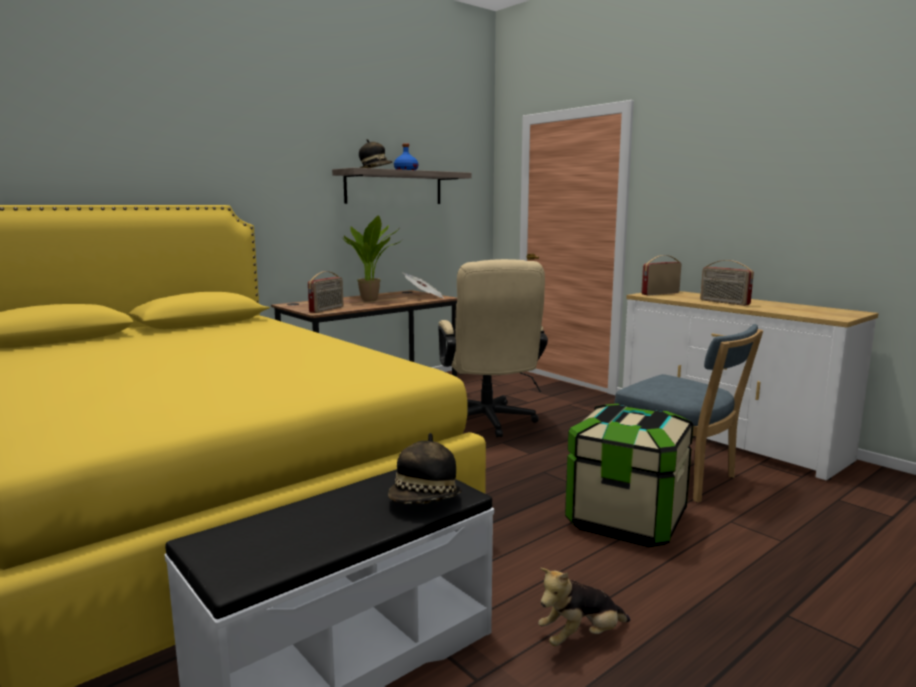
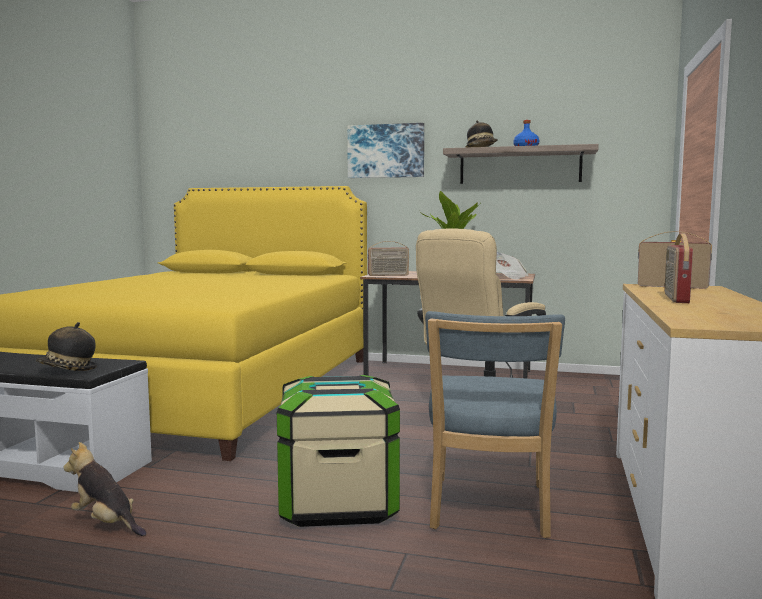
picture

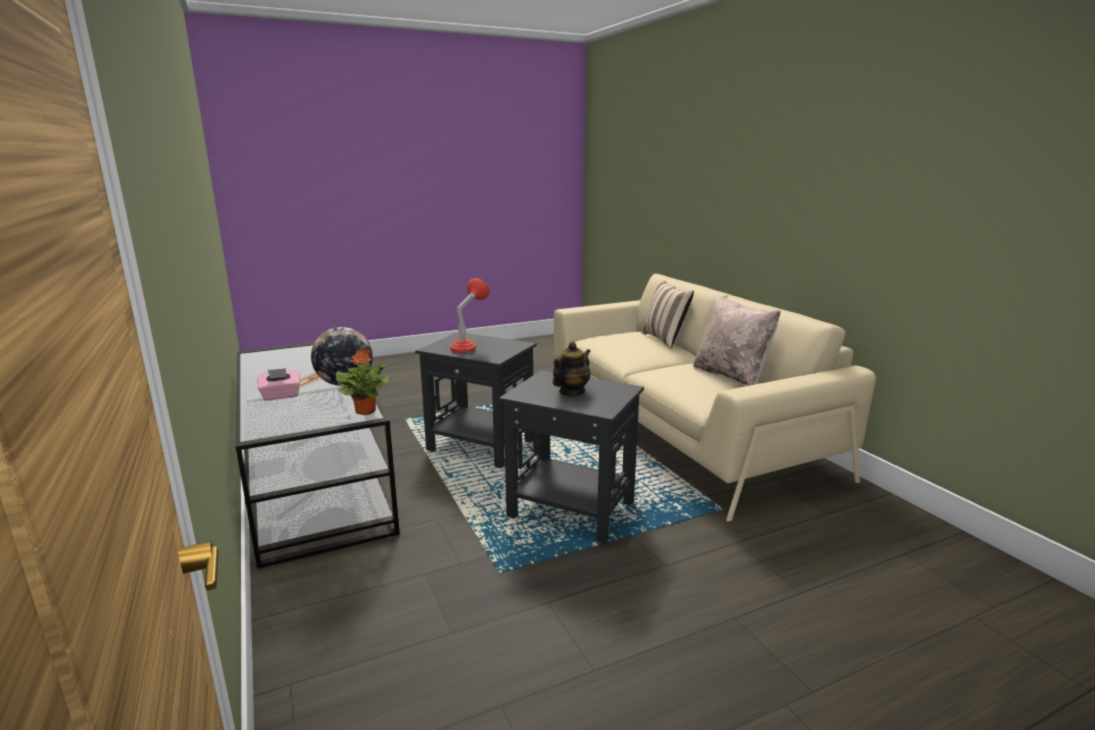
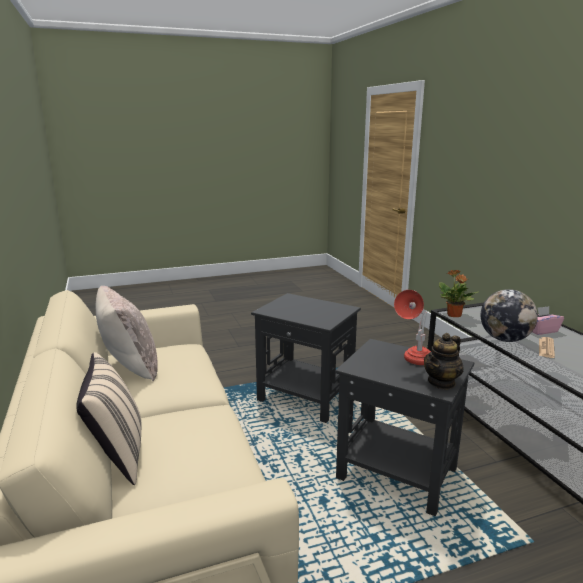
pot_for_tea

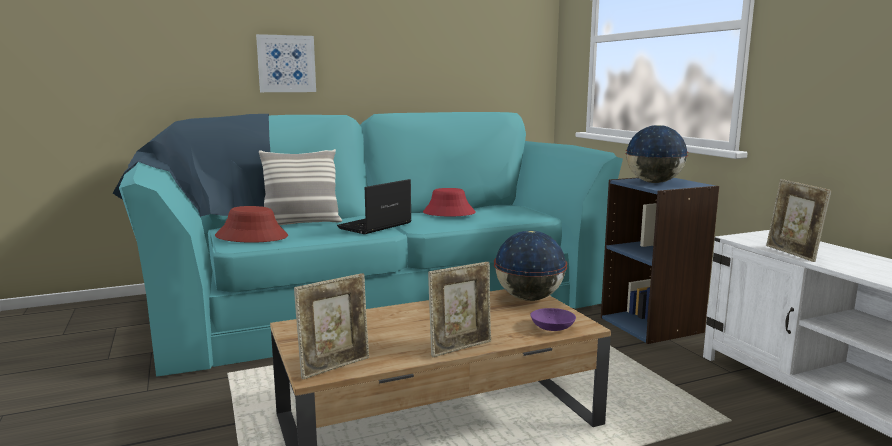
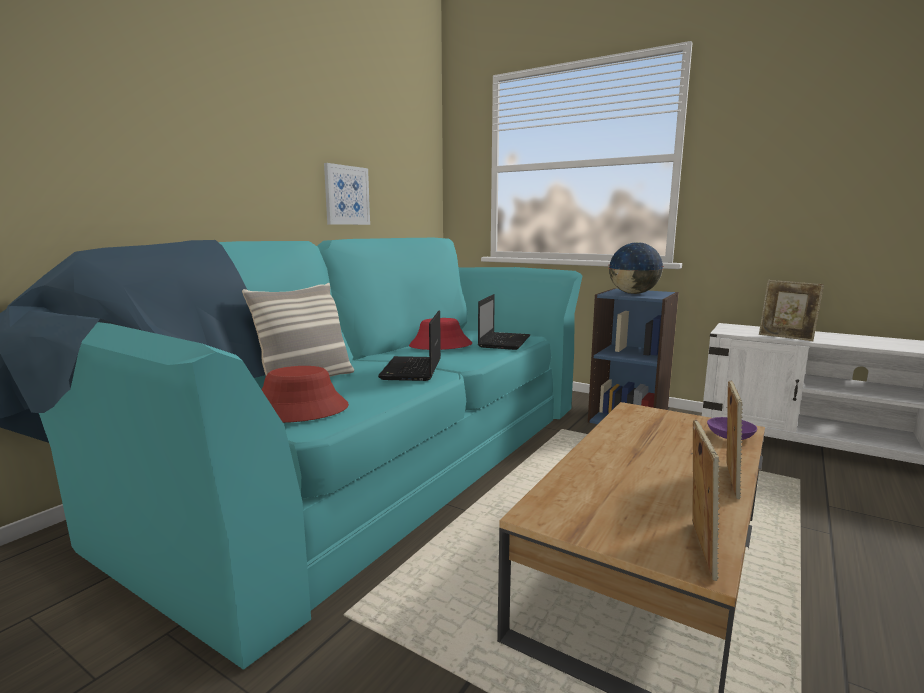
picture; globe (1st from left in the first image); laptop (2nd from left)

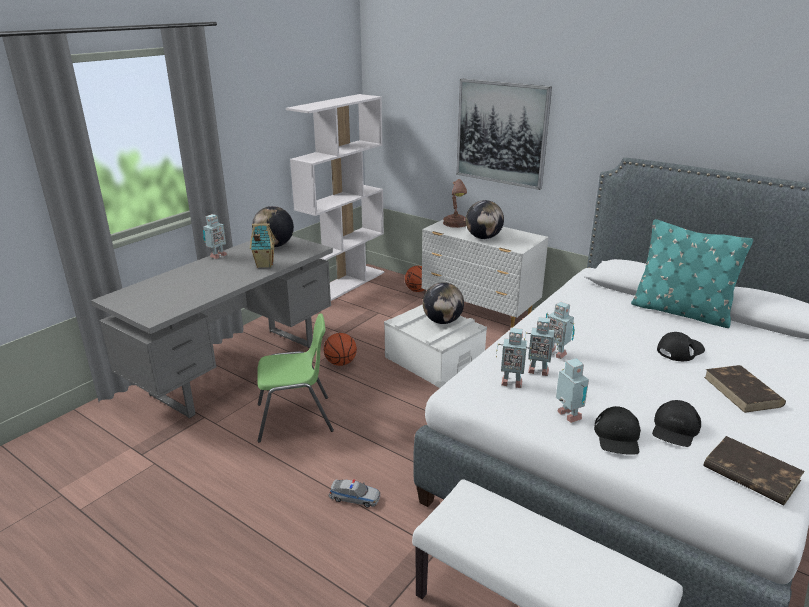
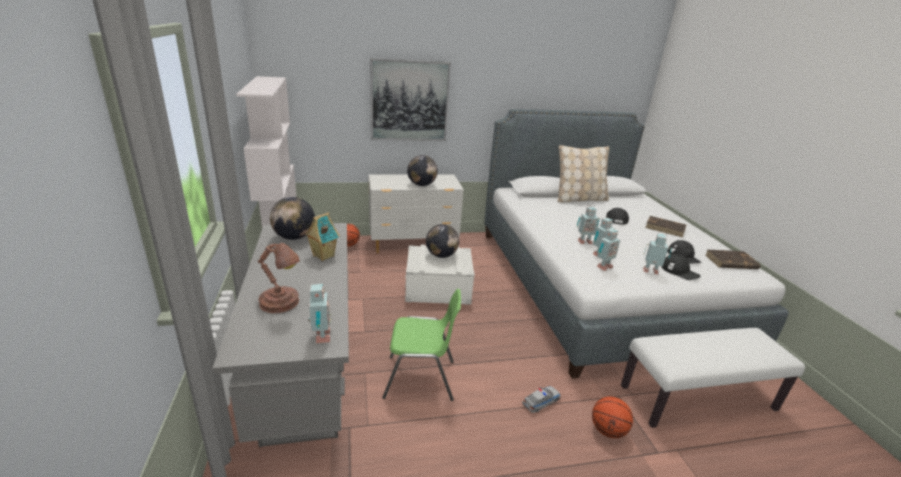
robot_figure (1st from left); greenish_upright_chair; basketball_ball (2nd from left); brown-coloured_lamp_for_a_table; beige_cushion

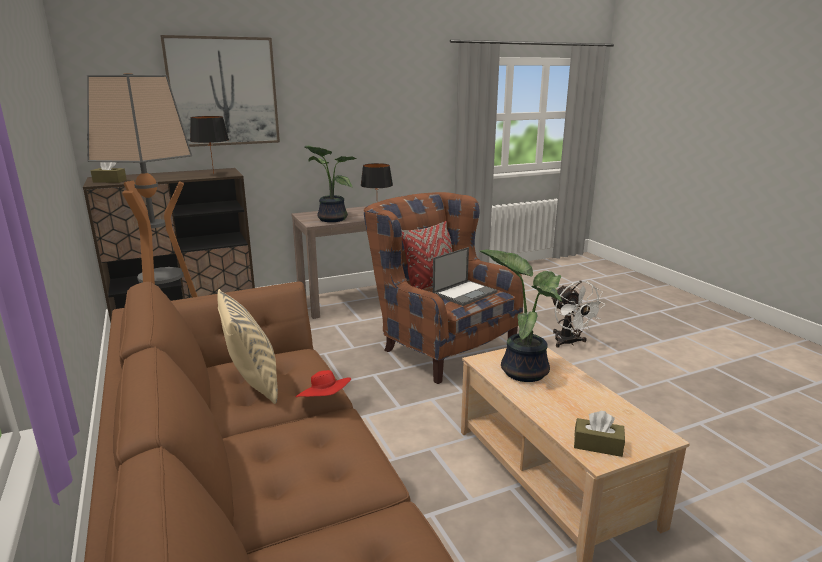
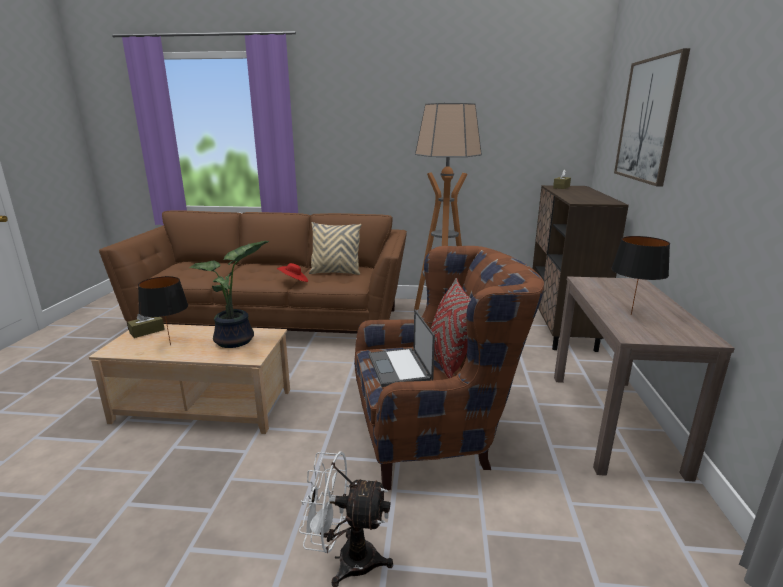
black-coloured_lamp_for_a_table (1st from left); plant_in_a_pot (1st from left in the first image)

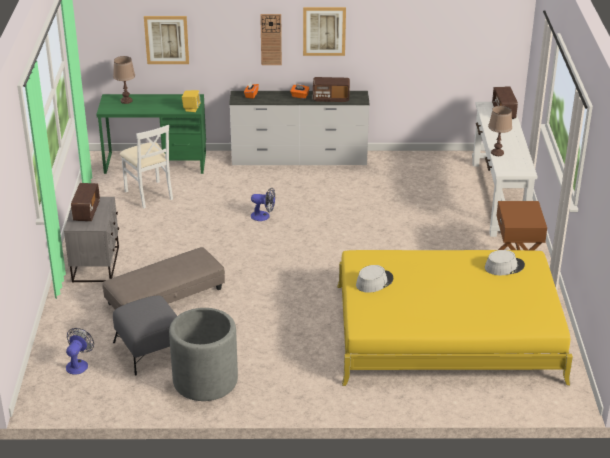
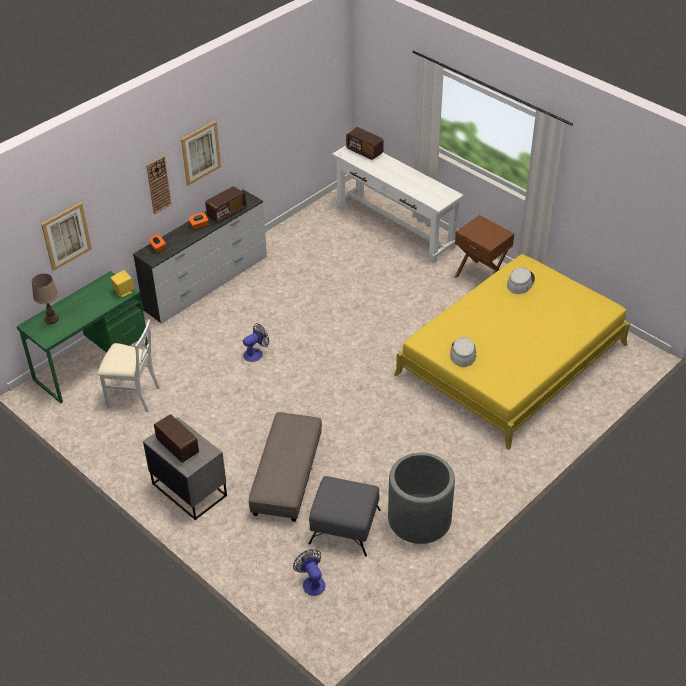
brown-coloured_lamp_for_a_table (2nd from left in the first image)

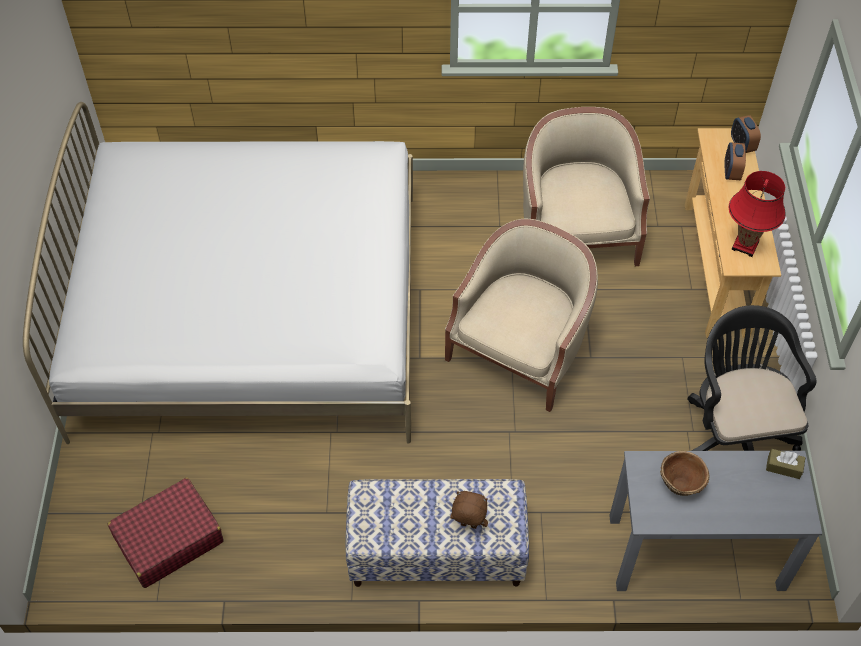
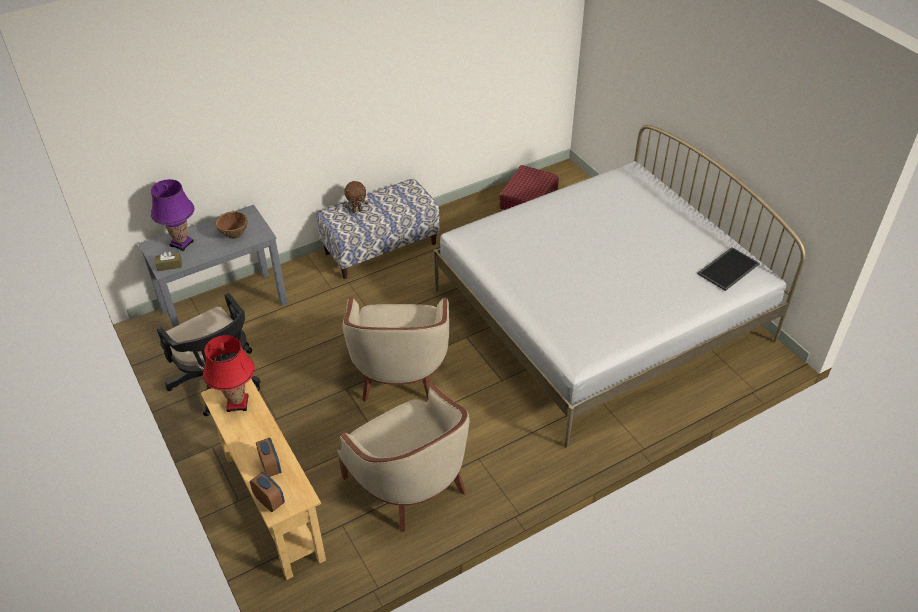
purplish_lamp_for_a_table; carrying_tray

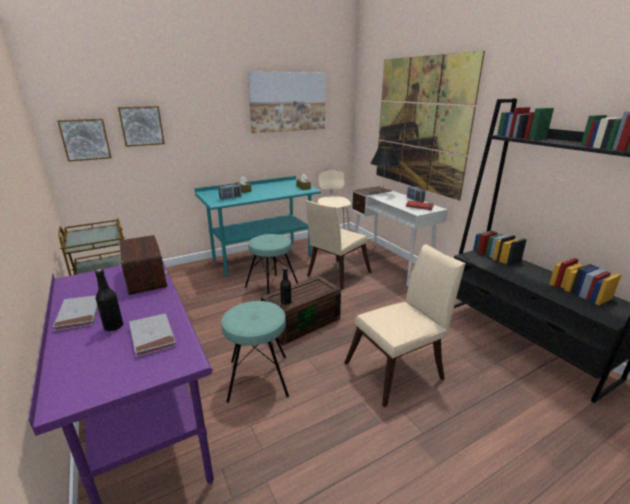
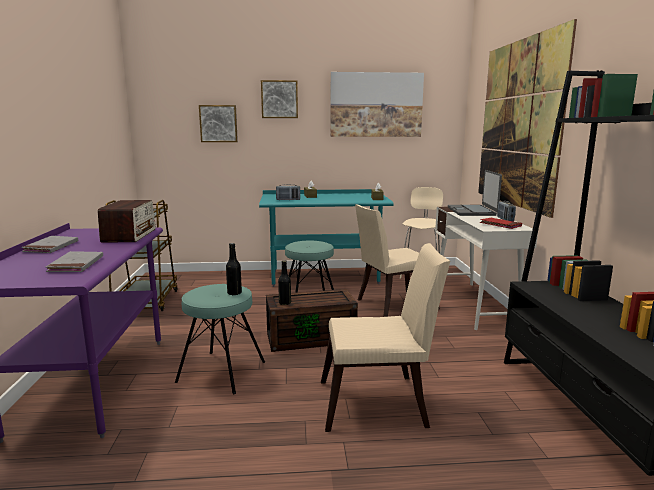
picture (2nd from left); black-coloured_drink_bottle (1st from left); laptop

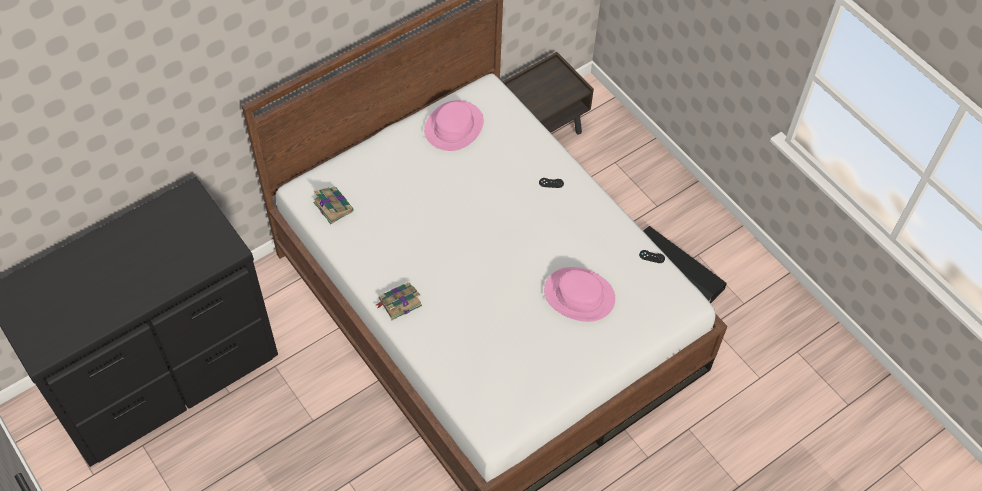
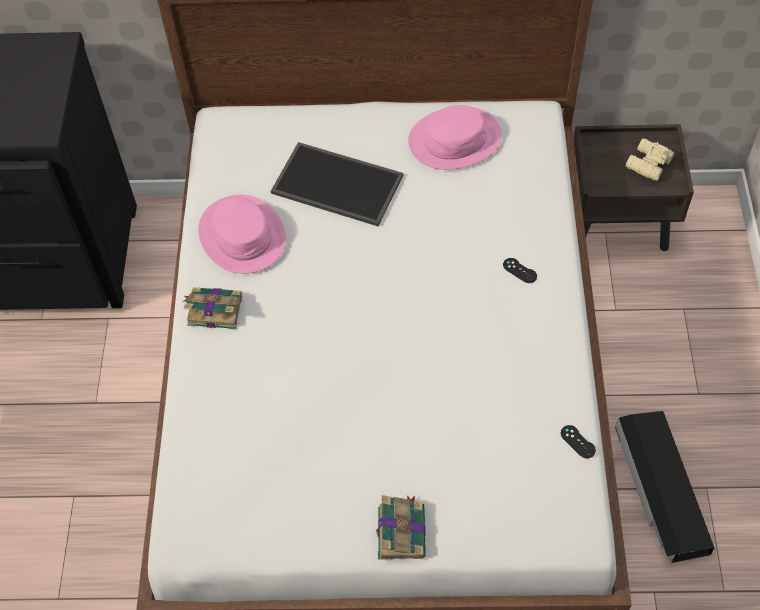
bound_book (2nd from left); pink-coloured_wearable_hat (1st from left); carrying_tray; beige_field_glasses

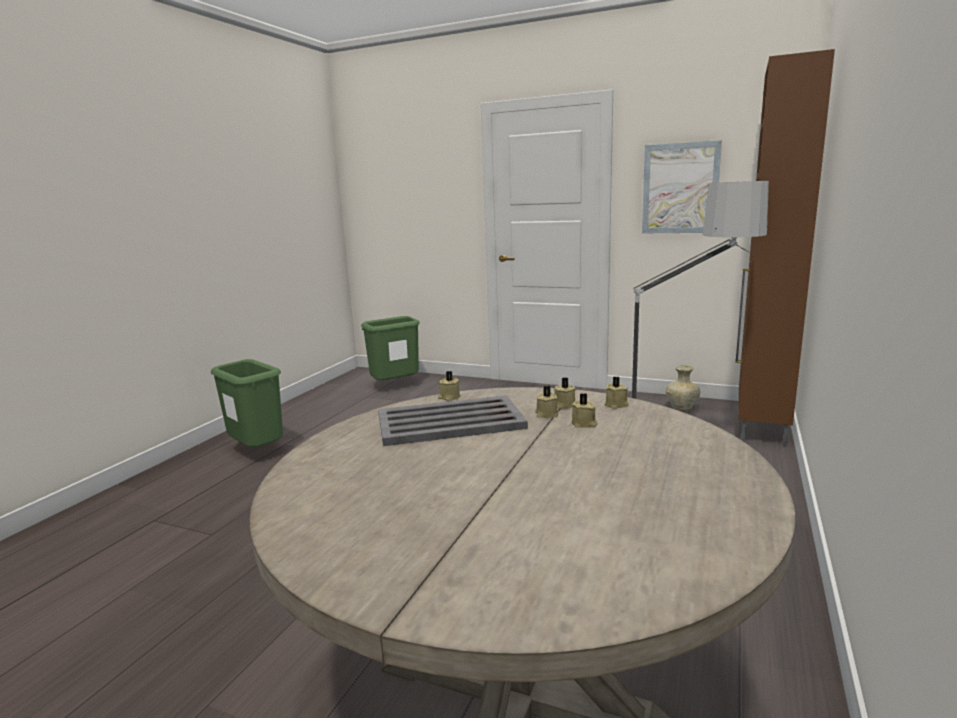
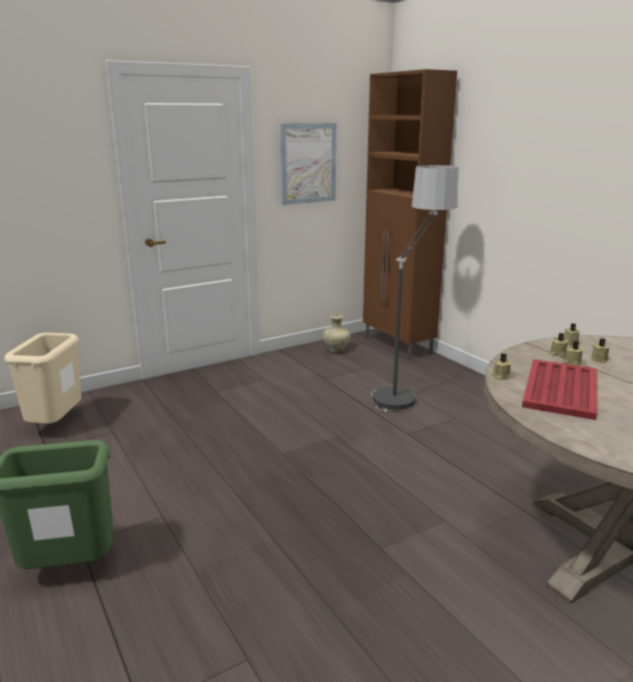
beige_waste_bin; reddish_carrying_tray

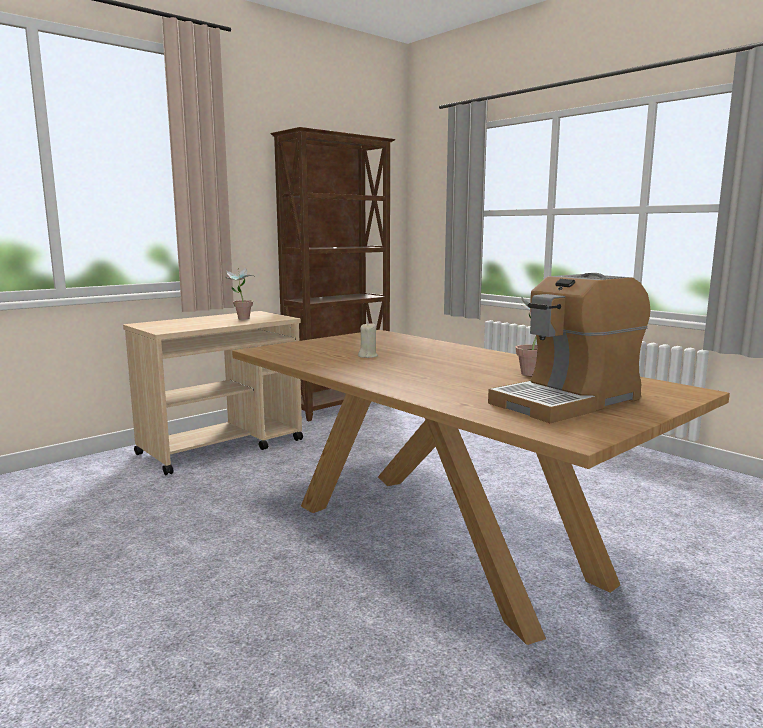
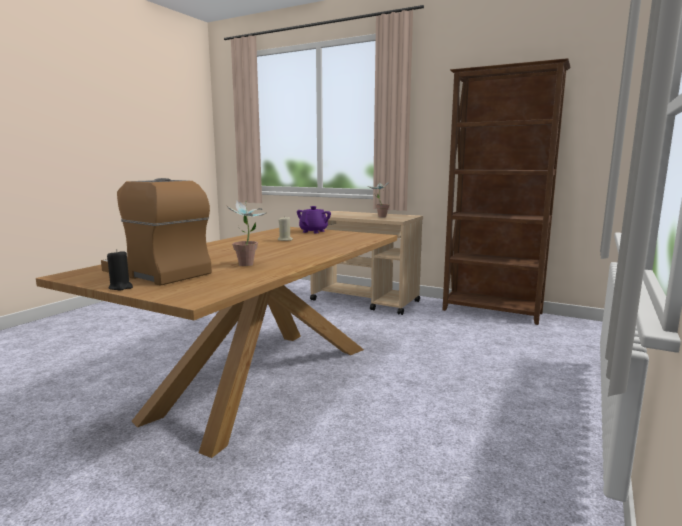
black-coloured_candle; purplish_pot_for_tea

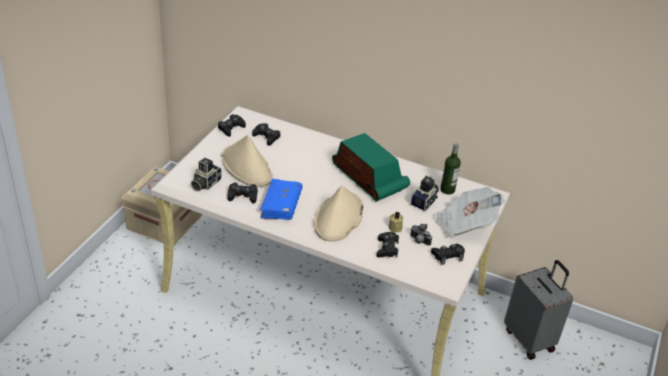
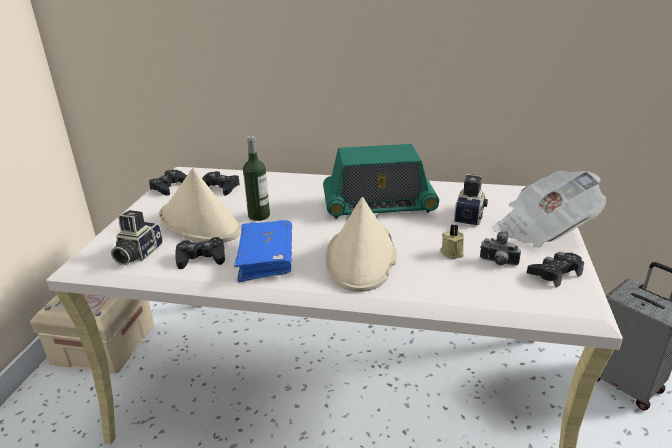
radio_receiver; black-coloured_game_controller (4th from left in the first image); drink_bottle

